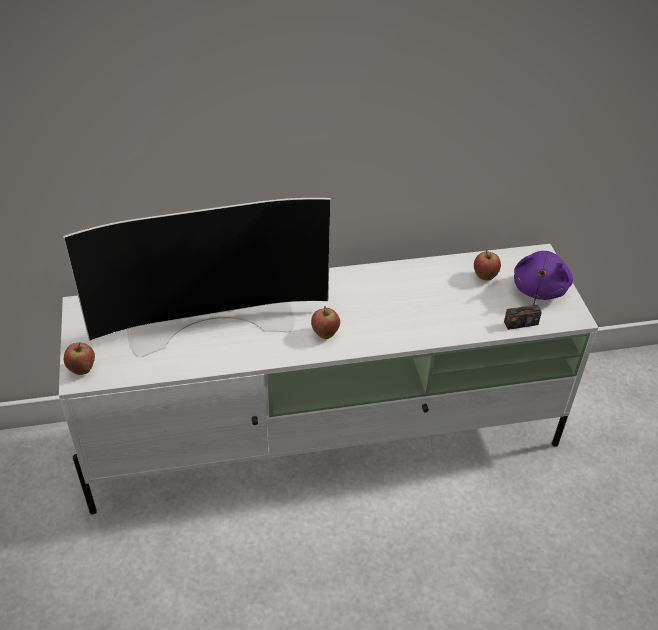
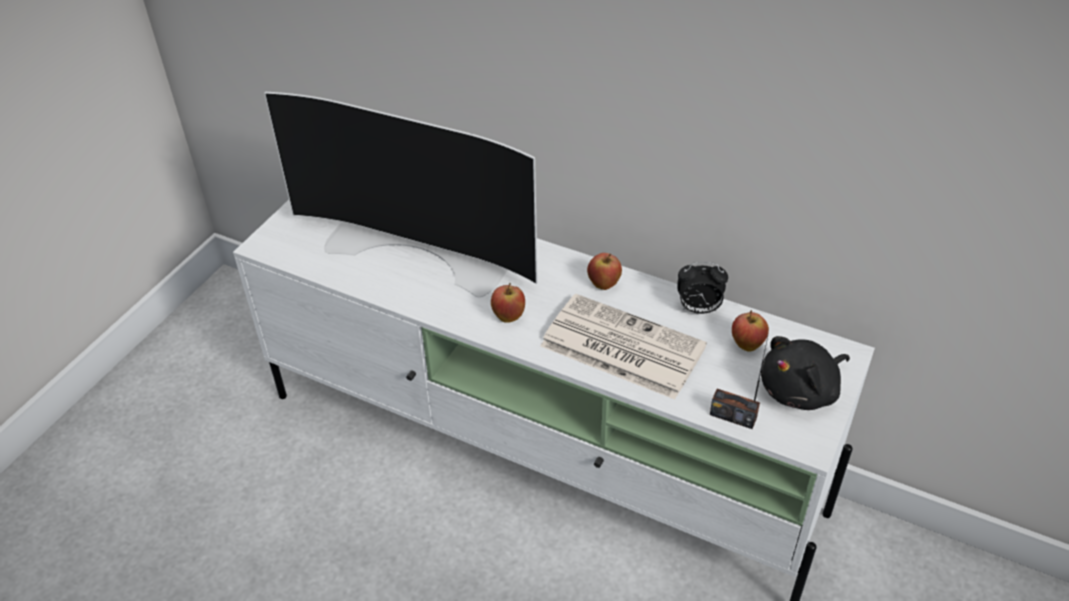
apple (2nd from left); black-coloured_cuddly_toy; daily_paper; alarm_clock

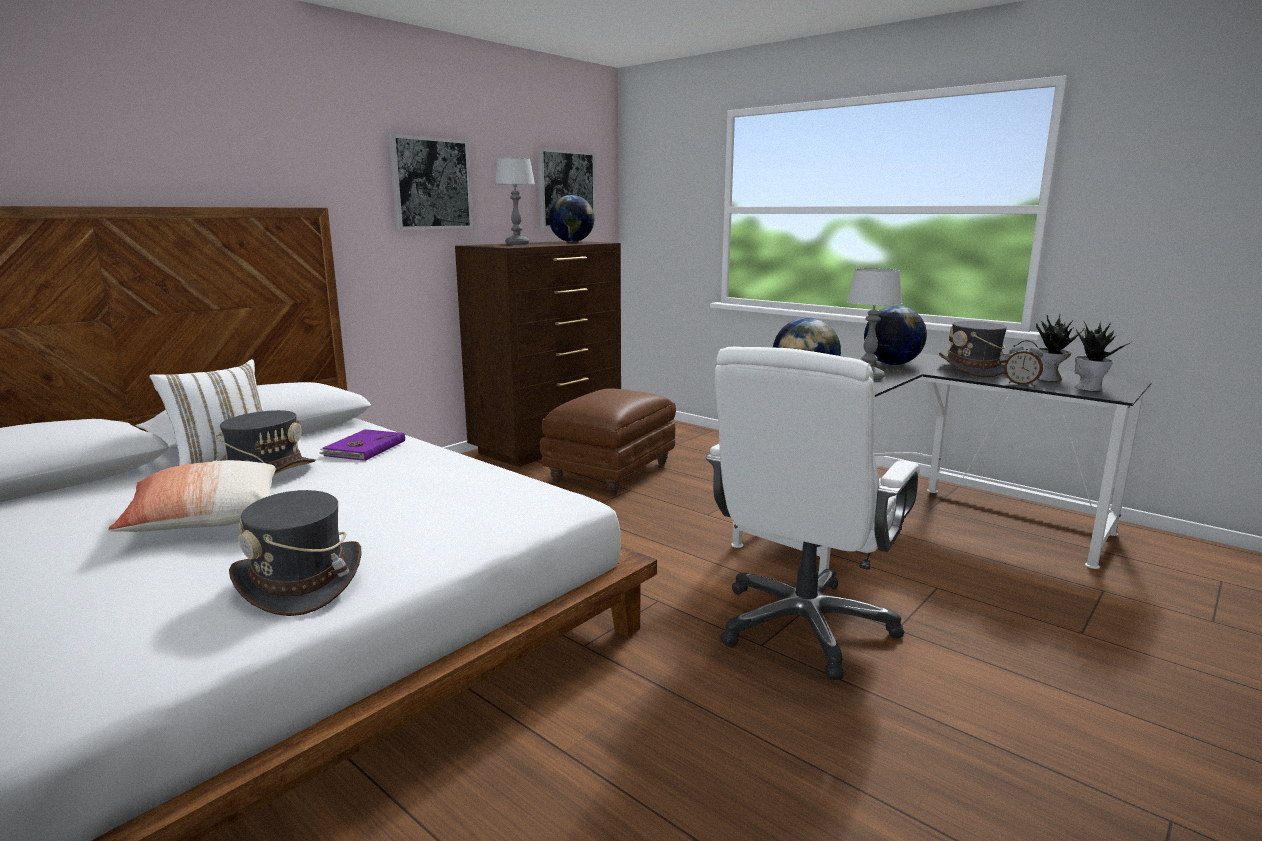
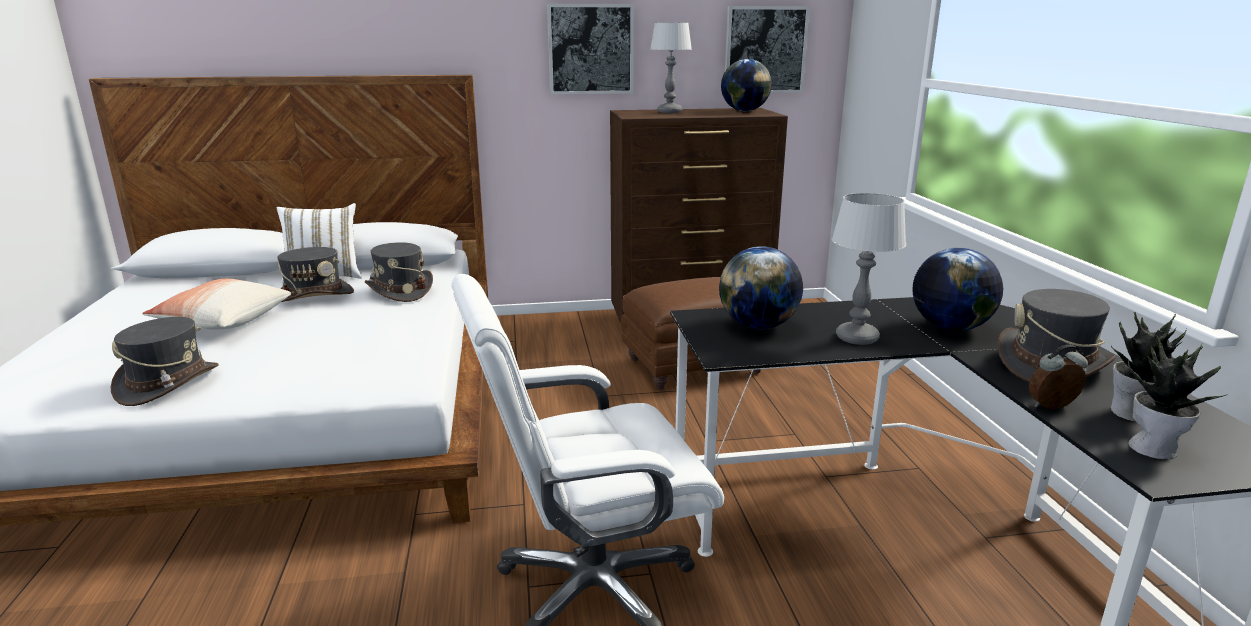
gray_wearable_hat (3rd from left); alarm_clock

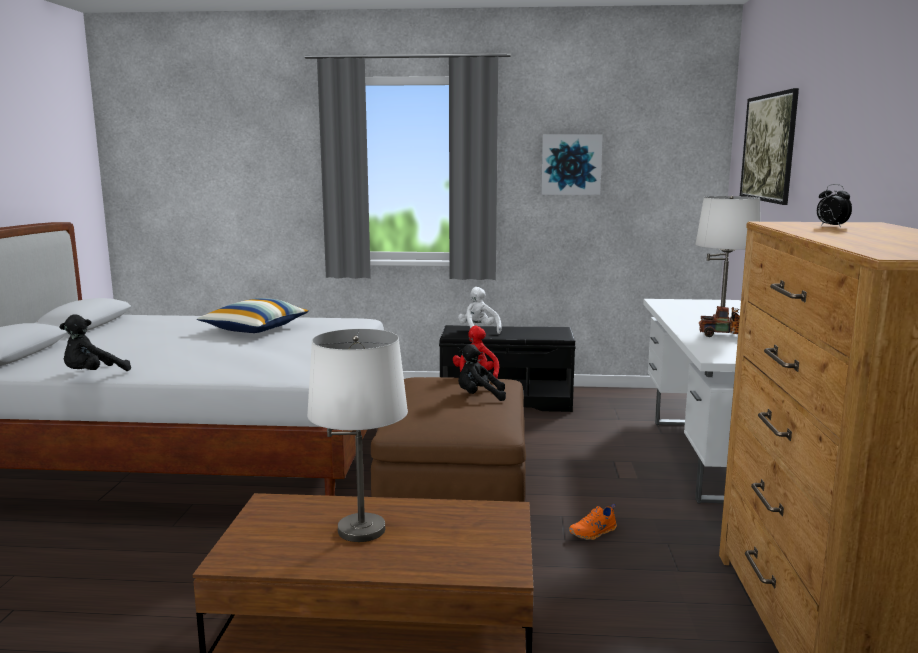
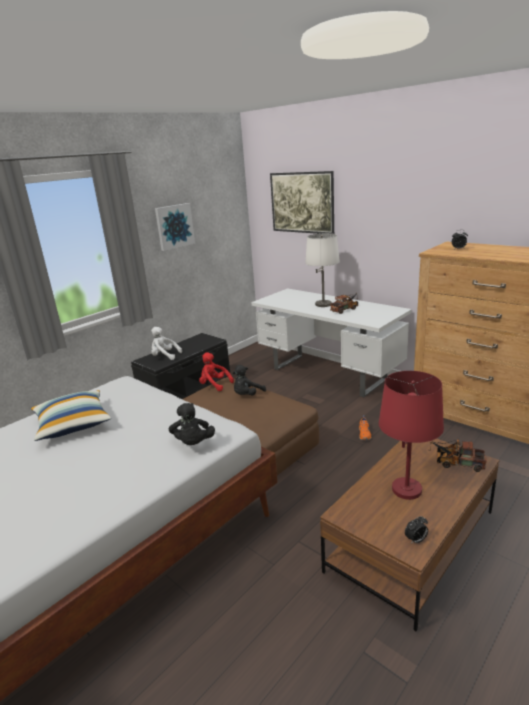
black-coloured_cuddly_toy (1st from left); reddish_lamp_for_a_table; alarm_clock (1st from left); toy_lorry (2nd from left)

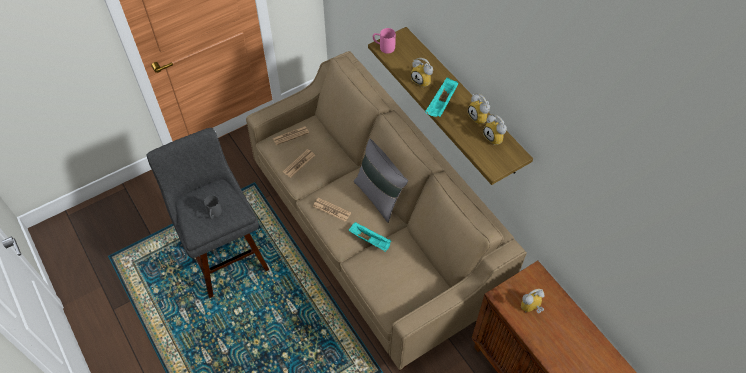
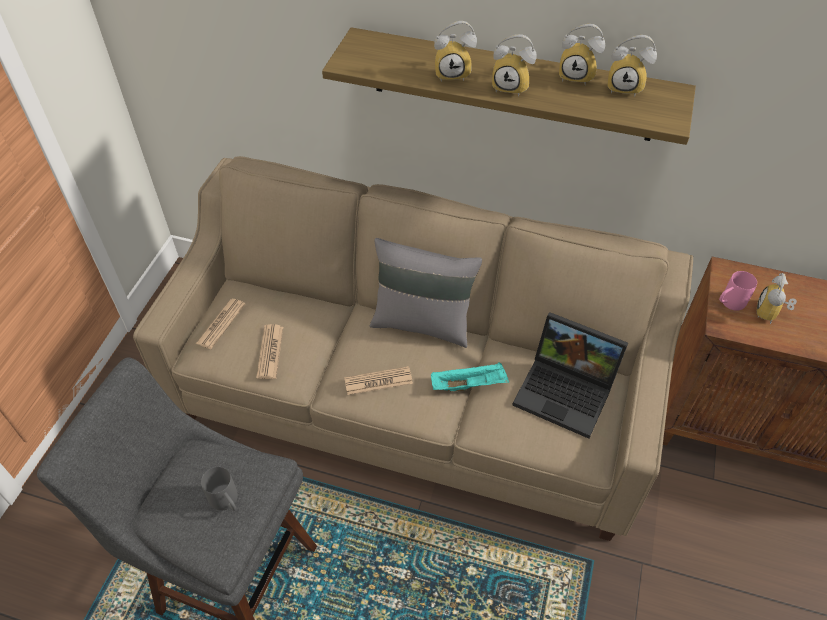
pink-coloured_coffee_mug; alarm_clock (2nd from left); laptop

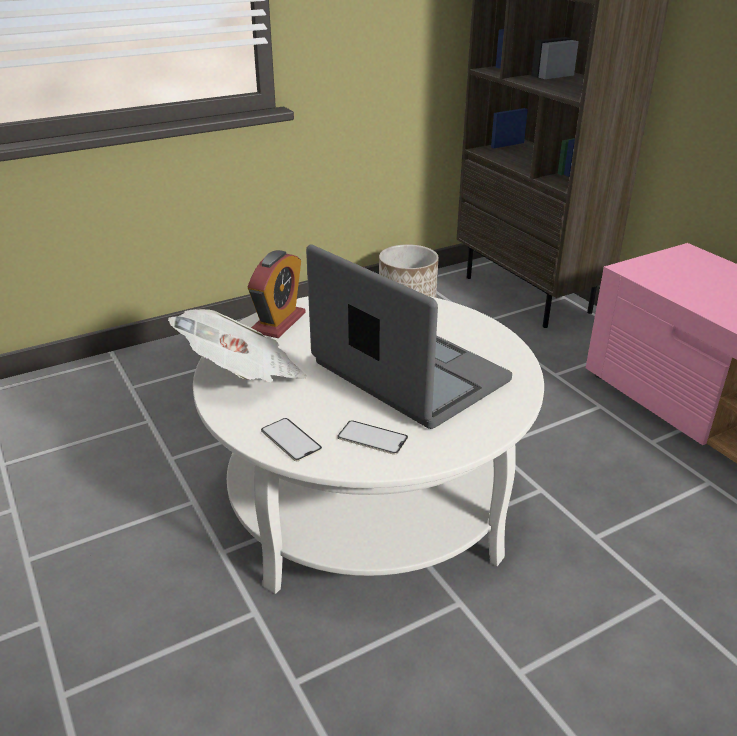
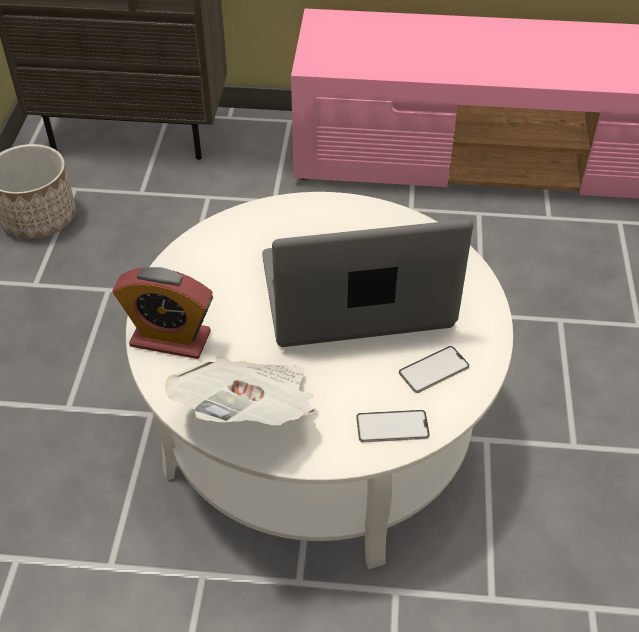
alarm_clock

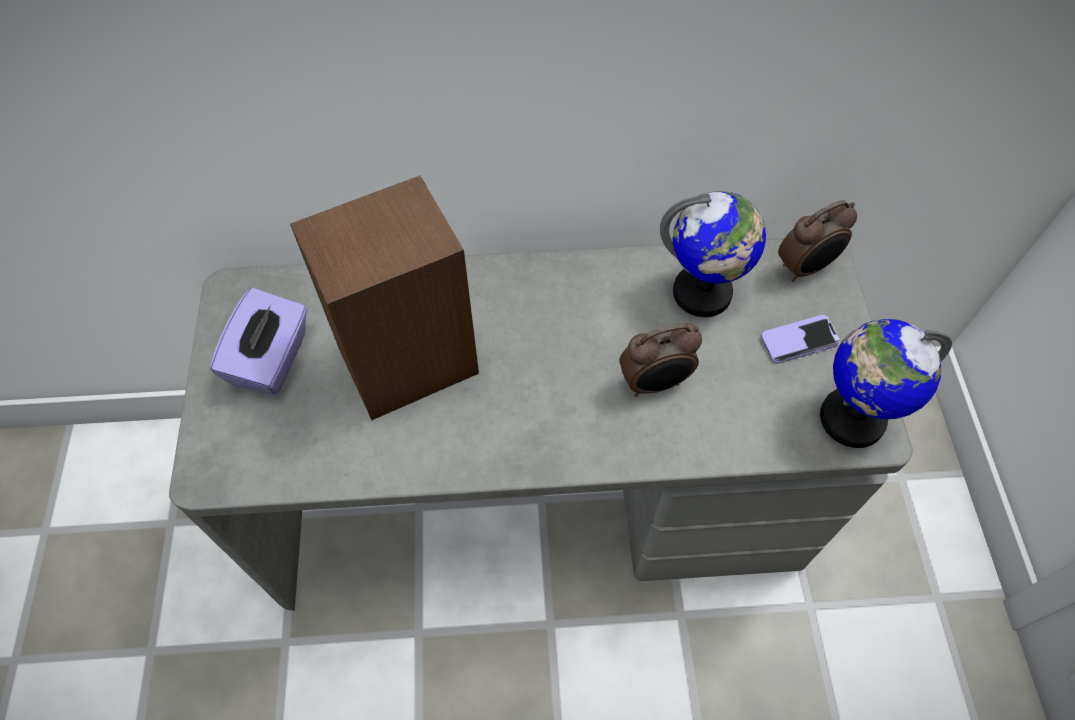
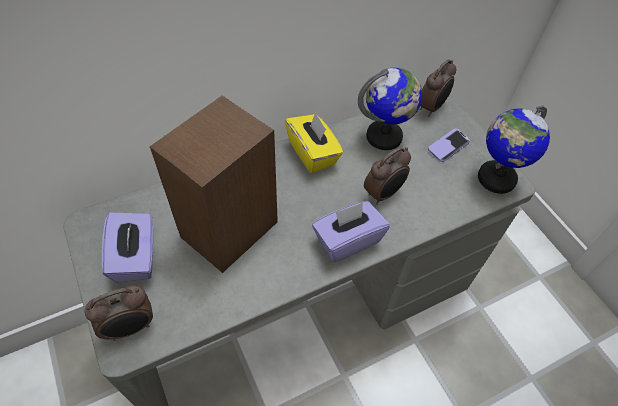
alarm_clock (1st from left); yellowish_tissue_holder; purplish_tissue_holder (2nd from left)

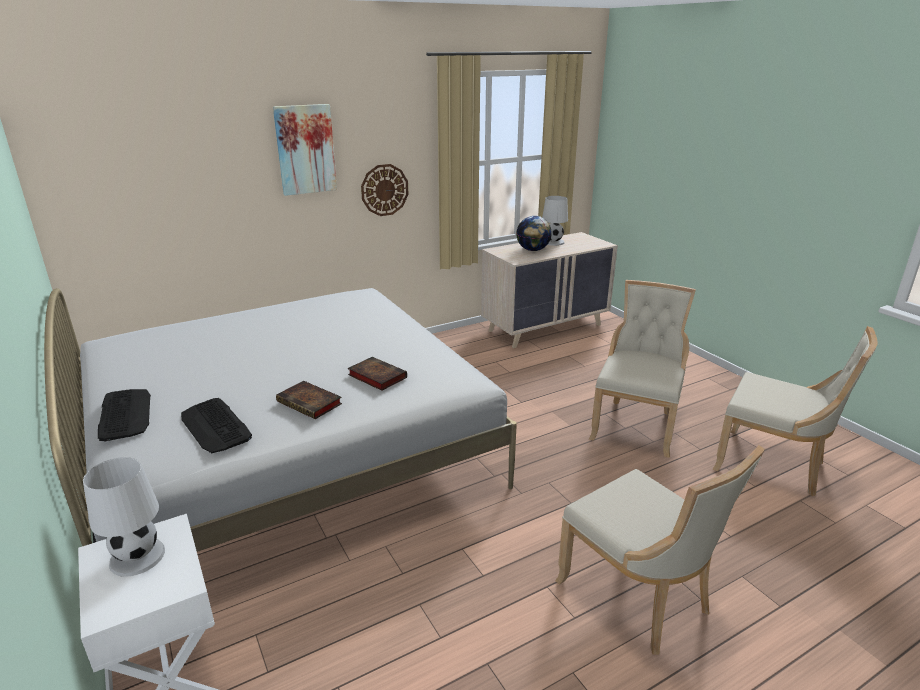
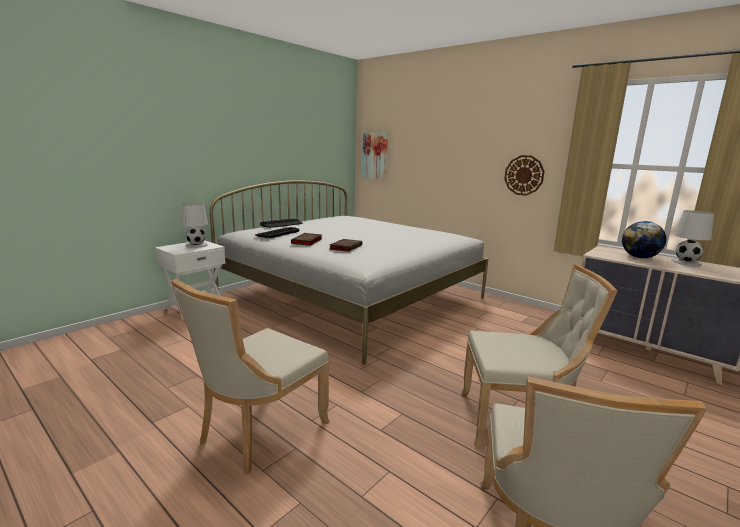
picture

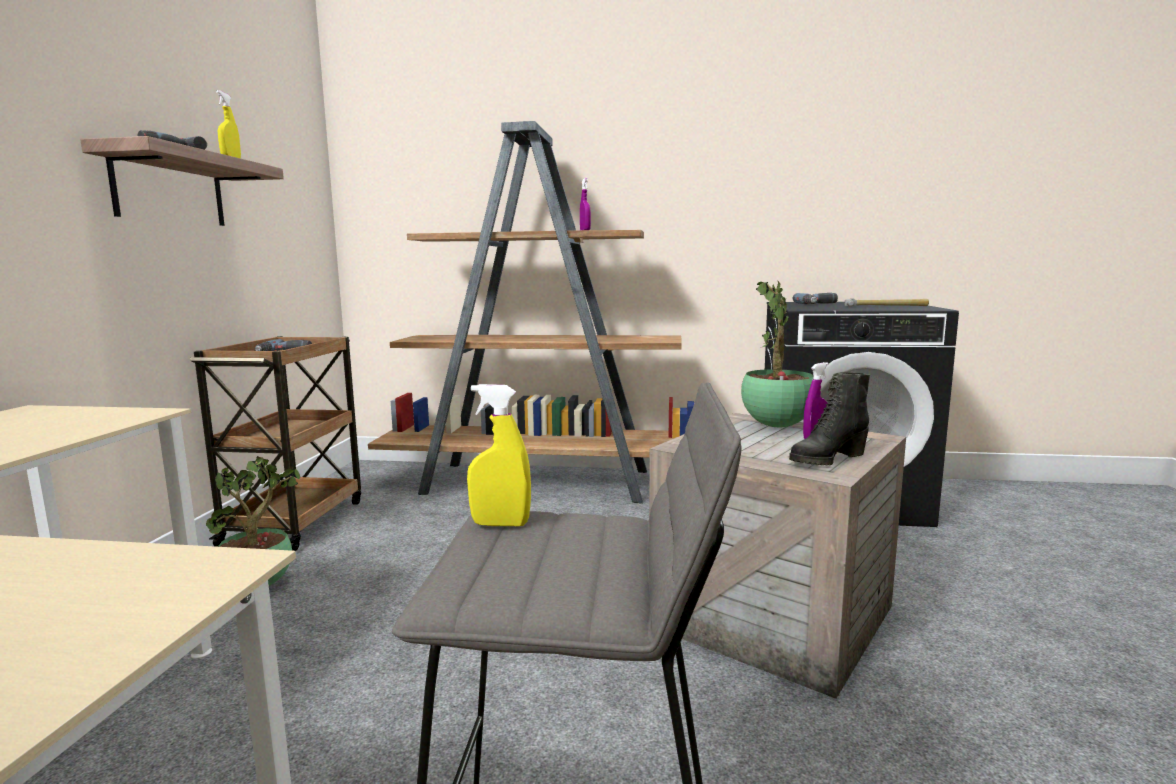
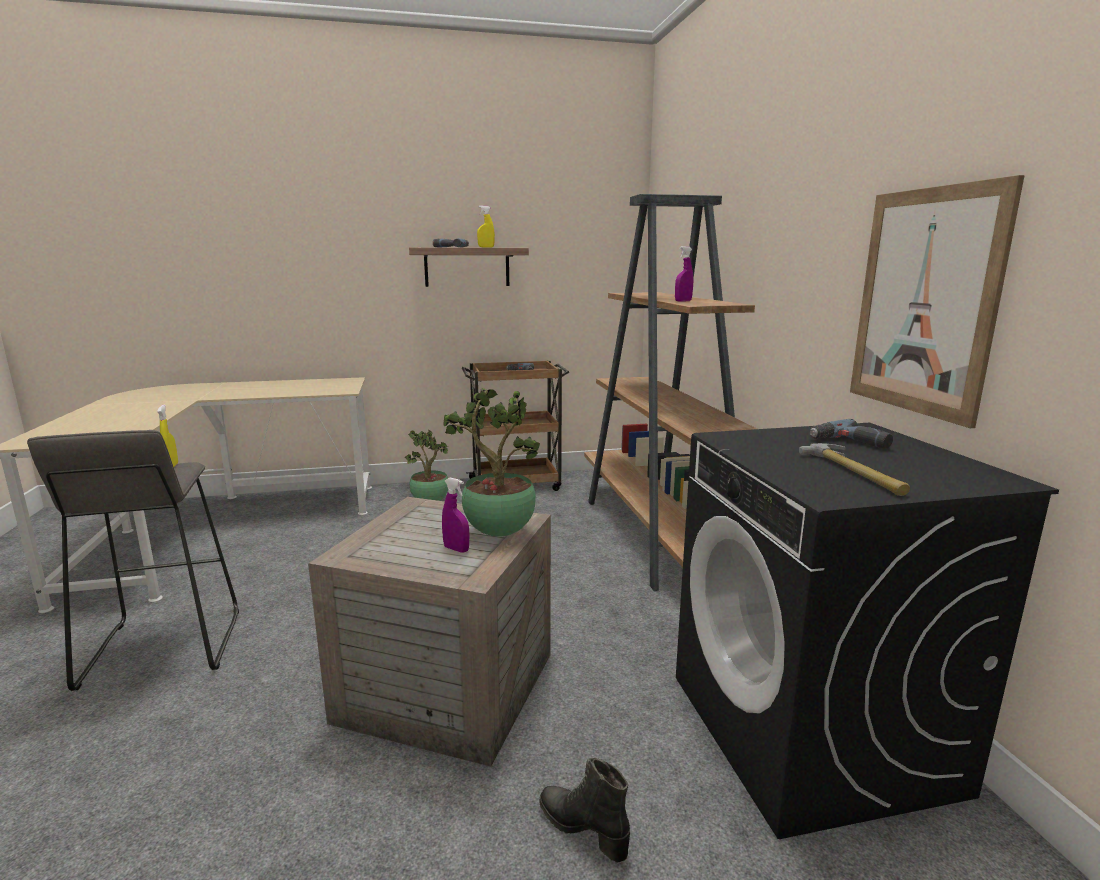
black-coloured_high-top_boot; picture

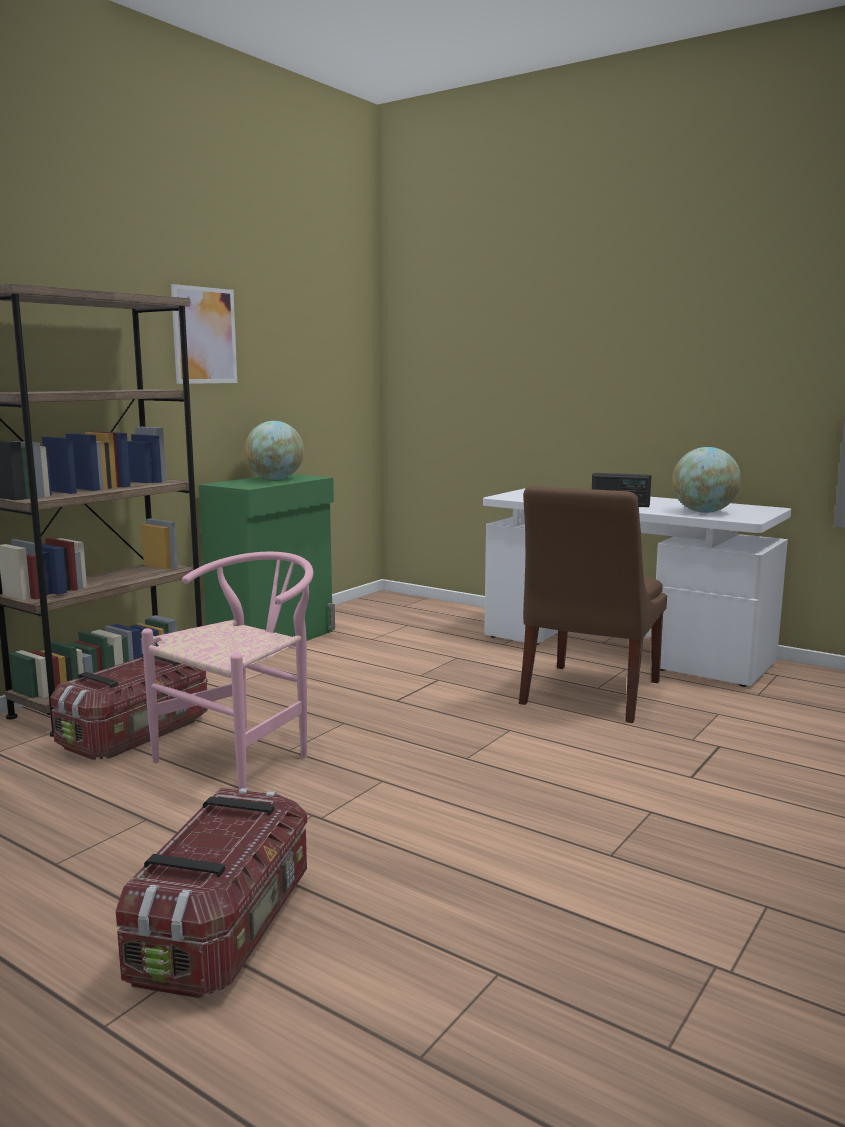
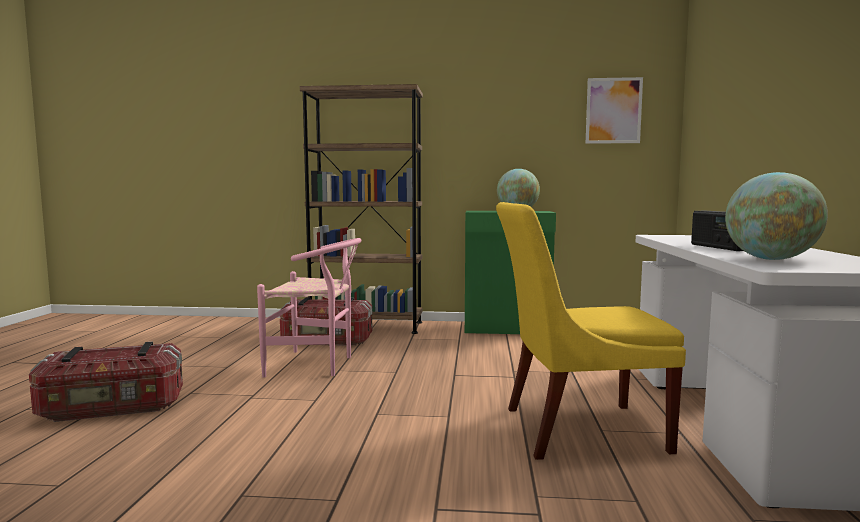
picture; yellowish_upright_chair

